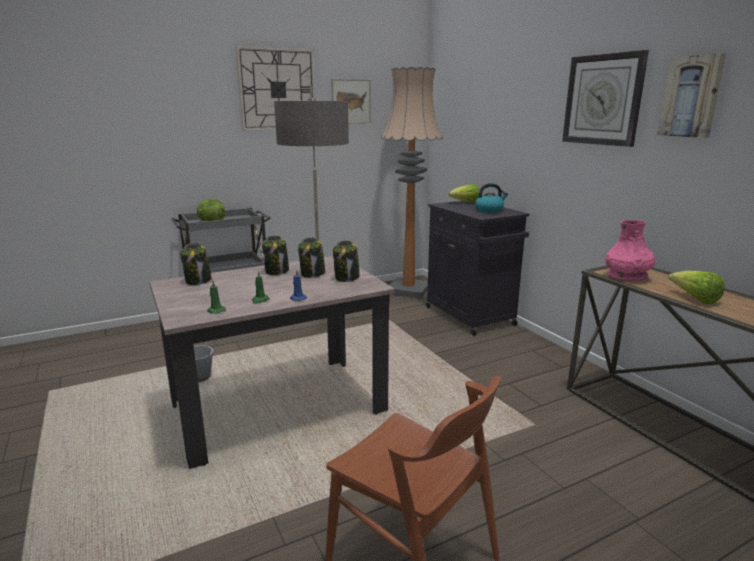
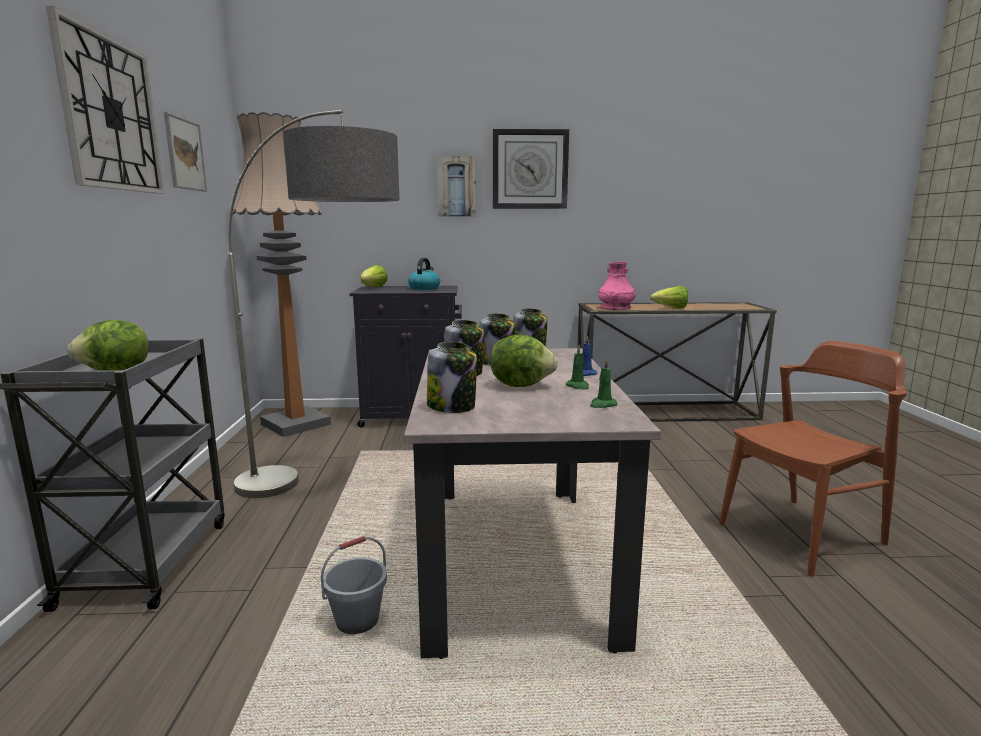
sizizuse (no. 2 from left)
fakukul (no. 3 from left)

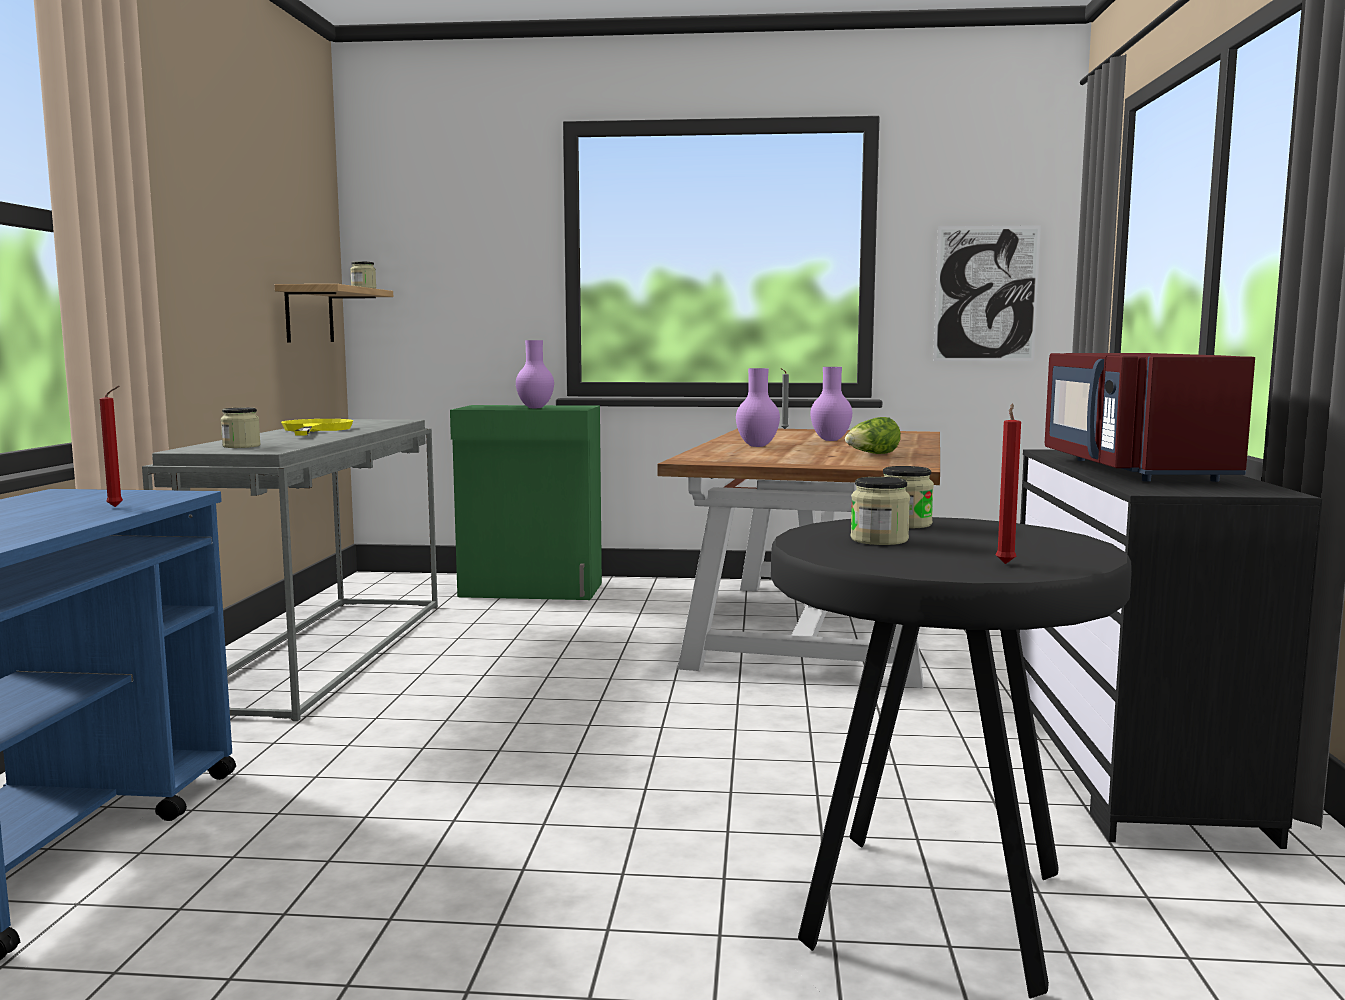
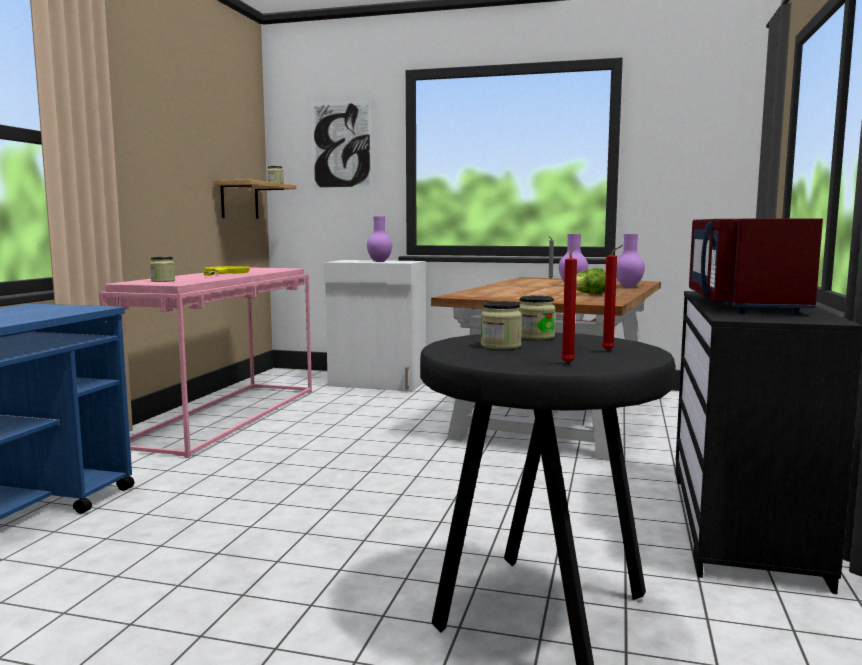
sizizuse
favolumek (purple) (no. 3 from left)
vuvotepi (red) (no. 2 from left)
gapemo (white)
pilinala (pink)

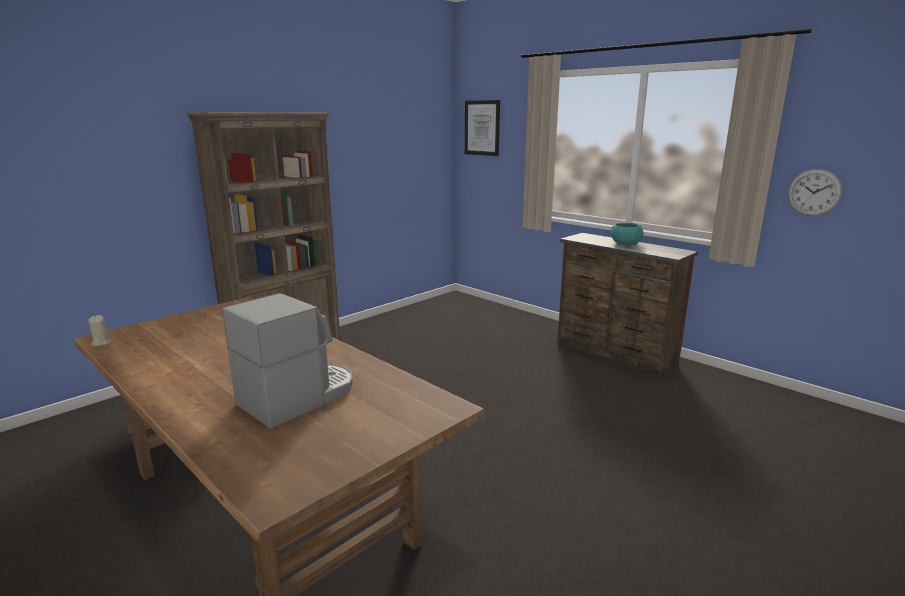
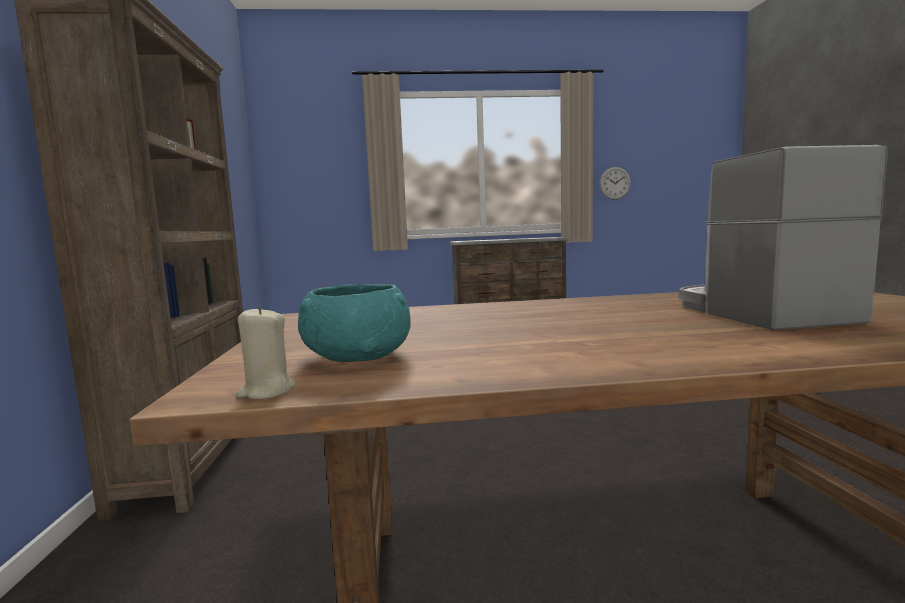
sizizuse
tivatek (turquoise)

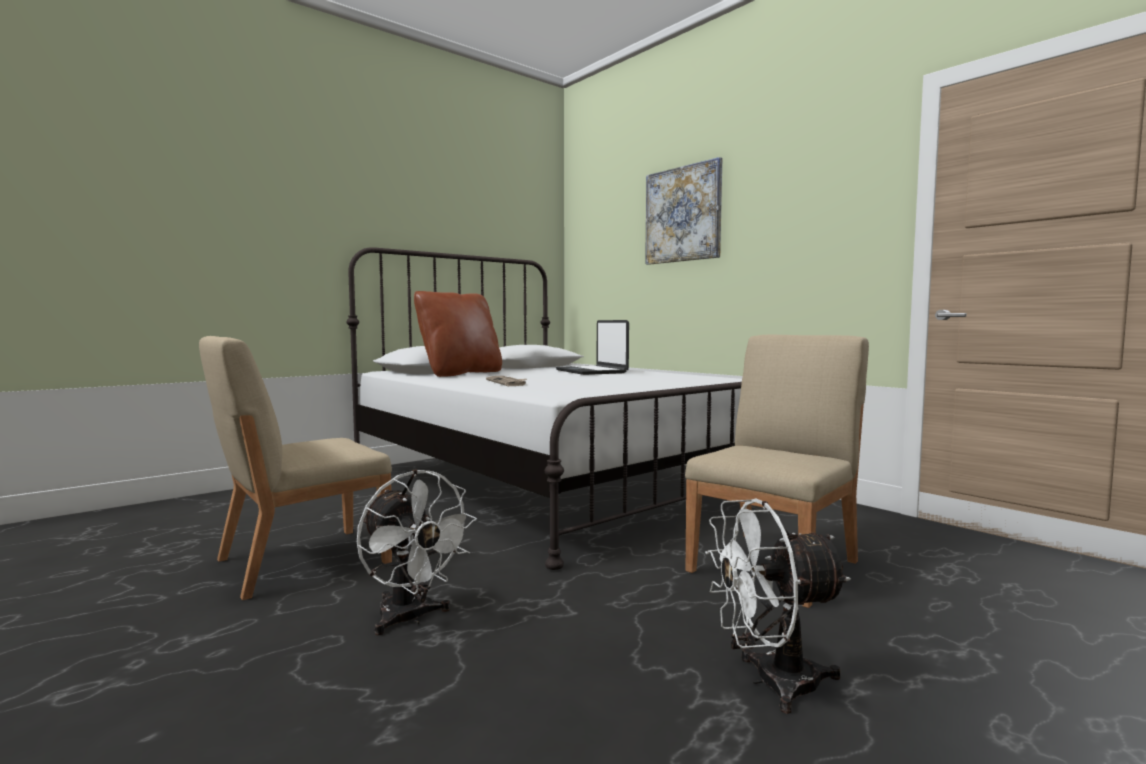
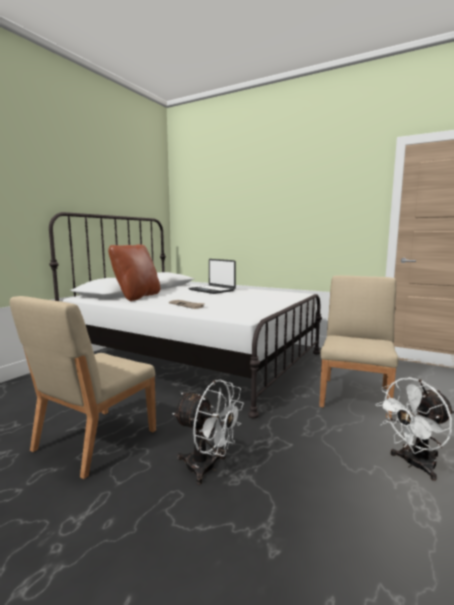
sizizuse

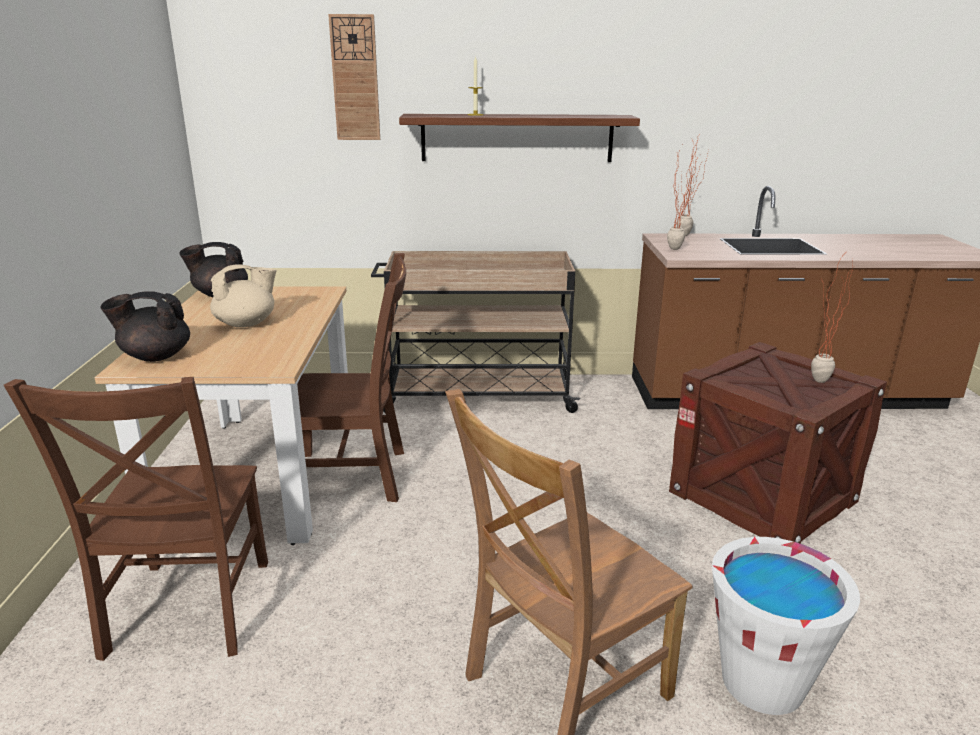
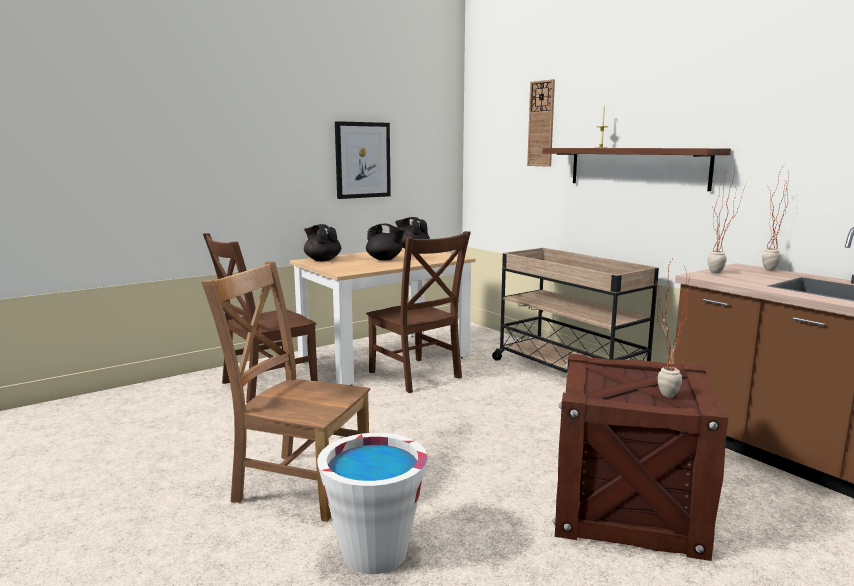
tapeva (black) (no. 2 from left)
sizizuse

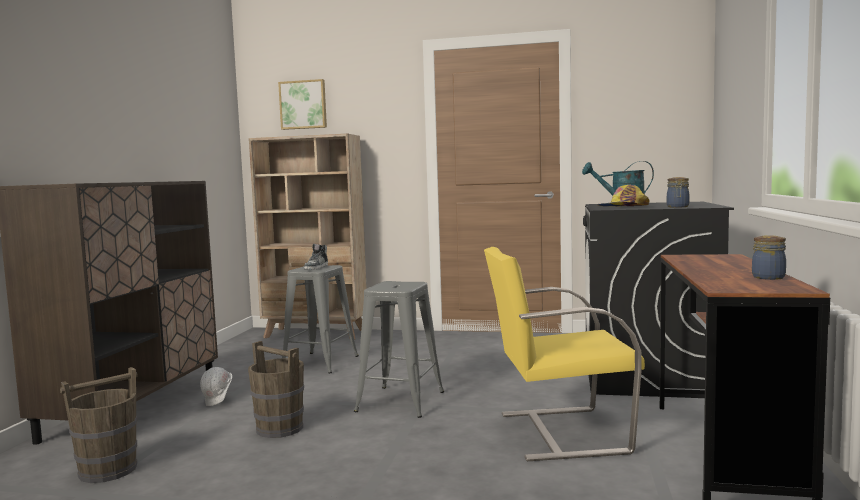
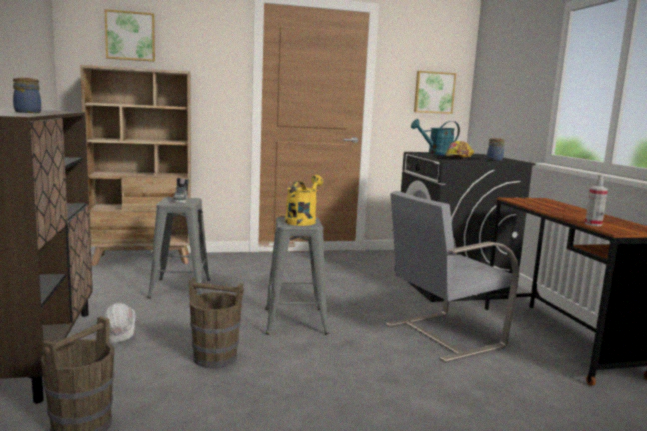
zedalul (no. 1 from left)
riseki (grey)
sizizuse (no. 2 from left)
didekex
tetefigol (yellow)

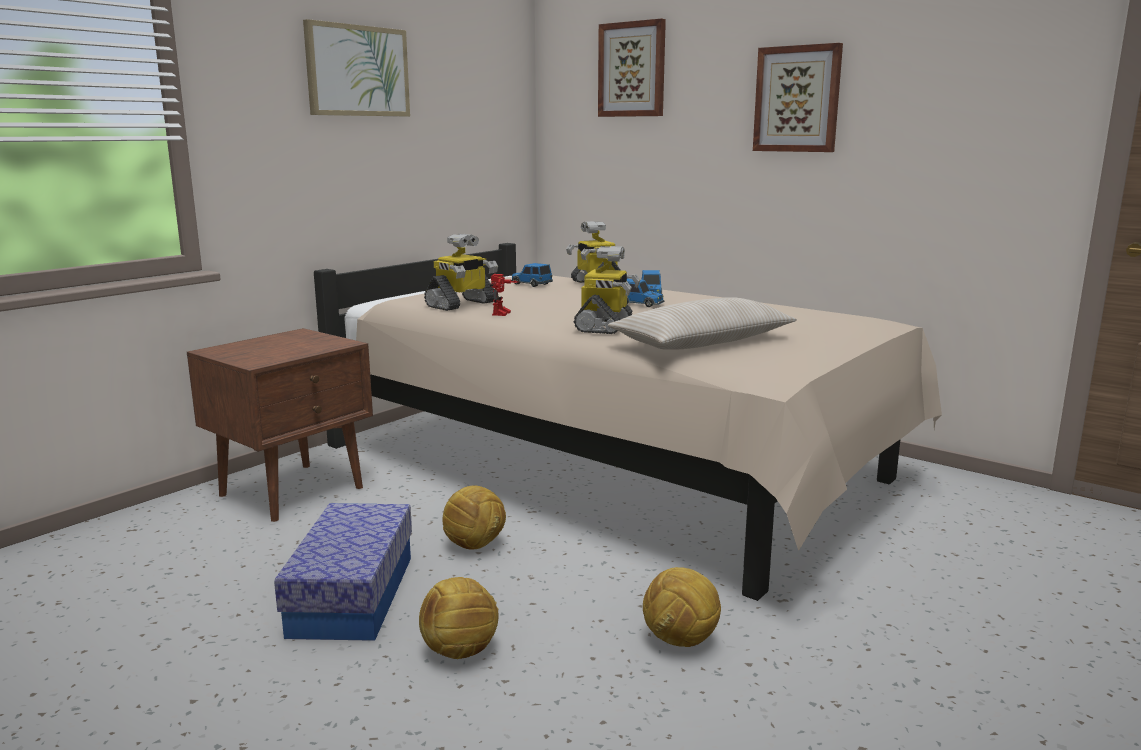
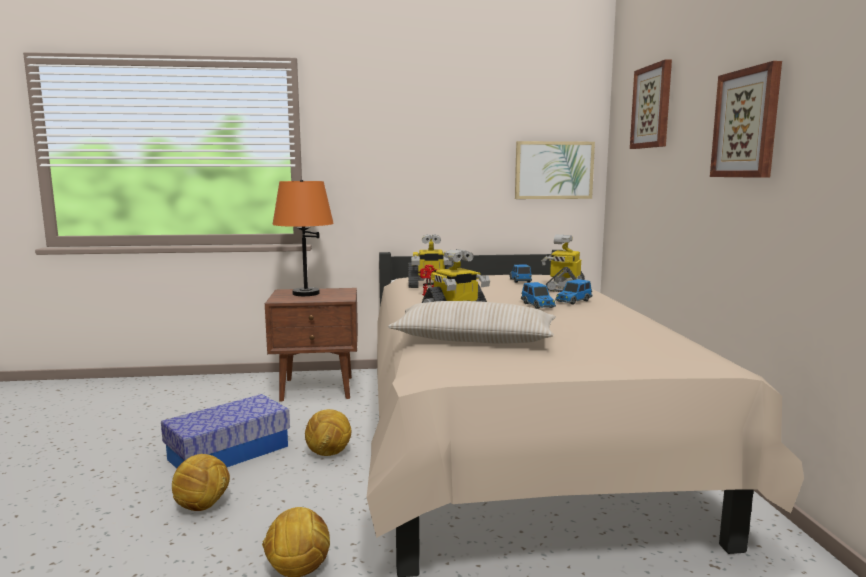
sizizuse (no. 1 from left)
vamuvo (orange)

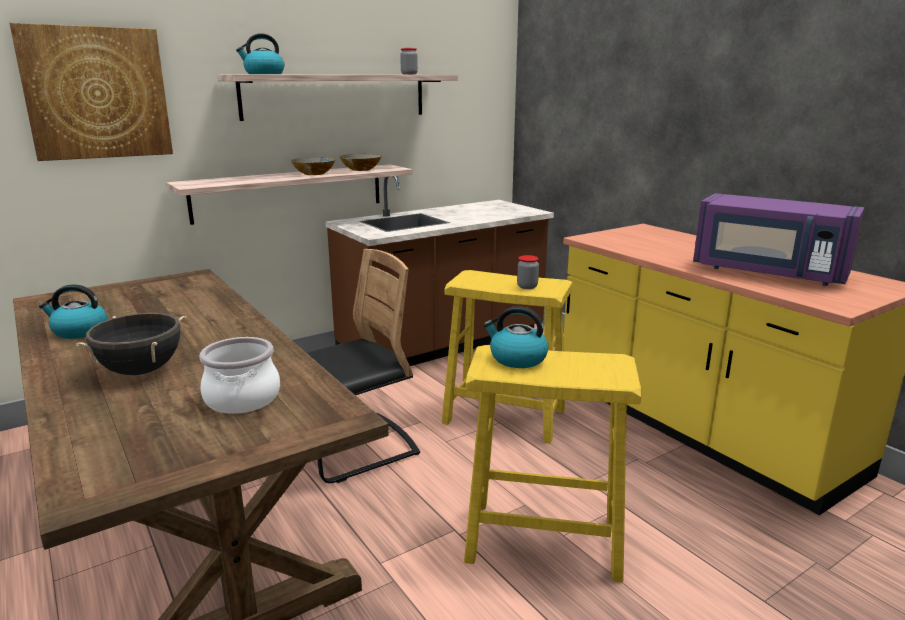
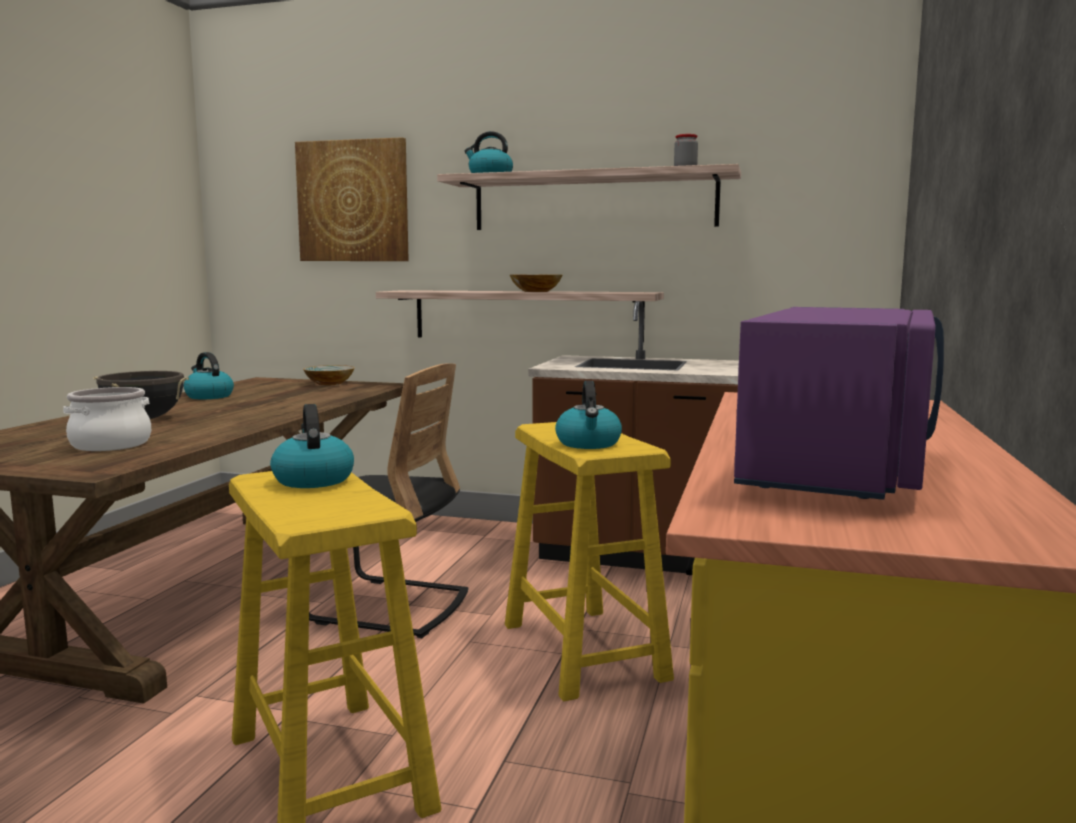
tivatek (no. 1 from left)
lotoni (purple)
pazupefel (no. 4 from left)

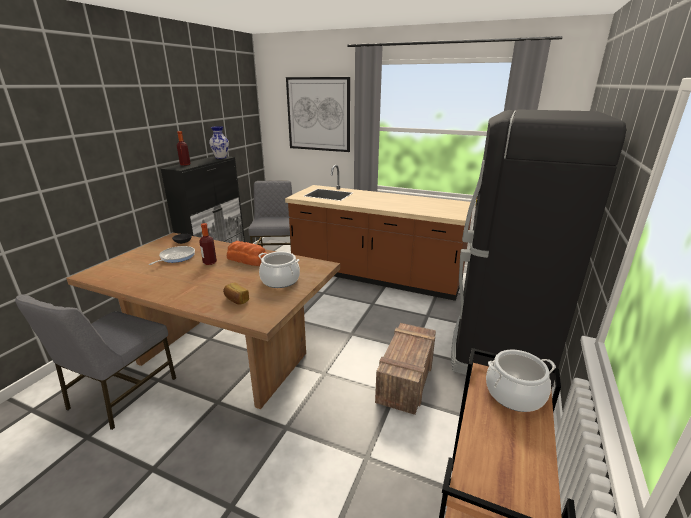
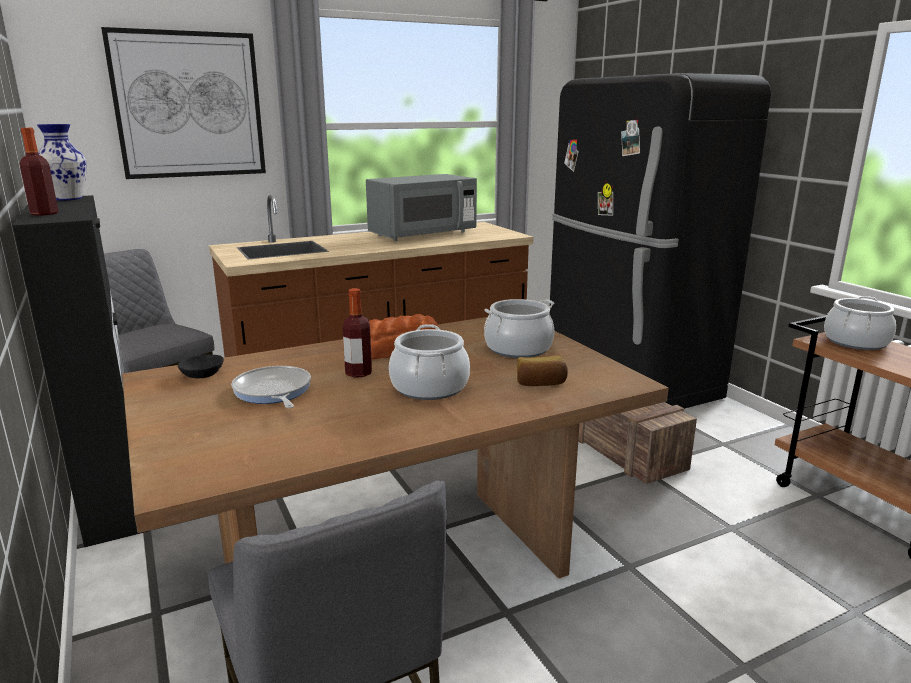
lotoni (grey)
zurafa (no. 1 from left)

